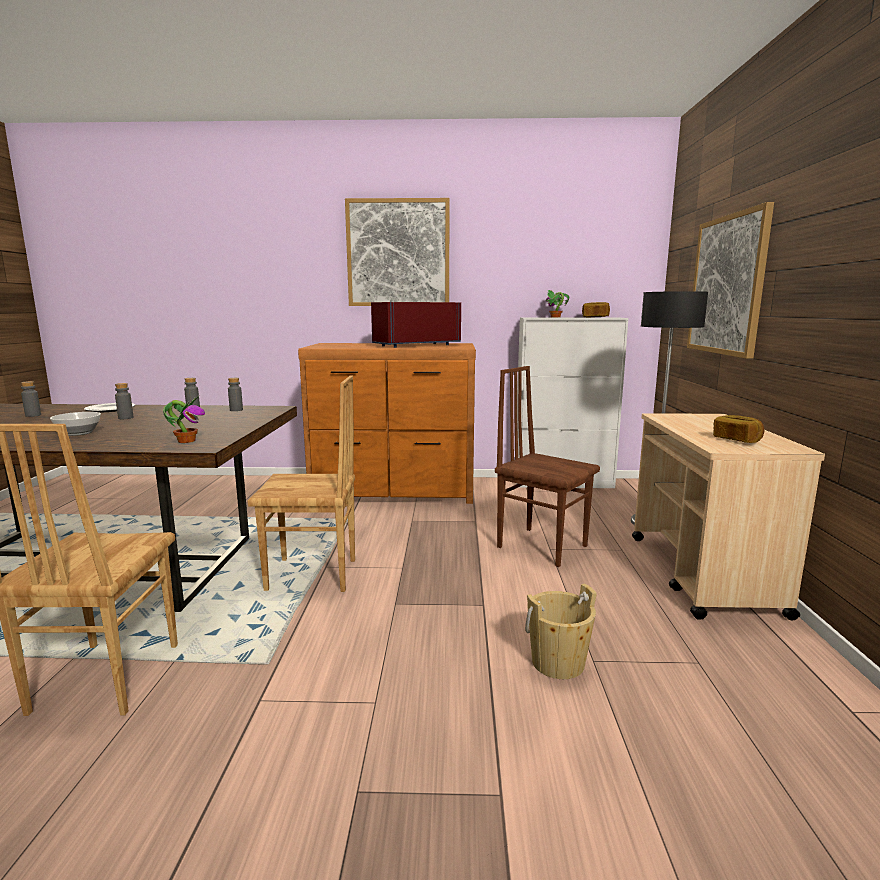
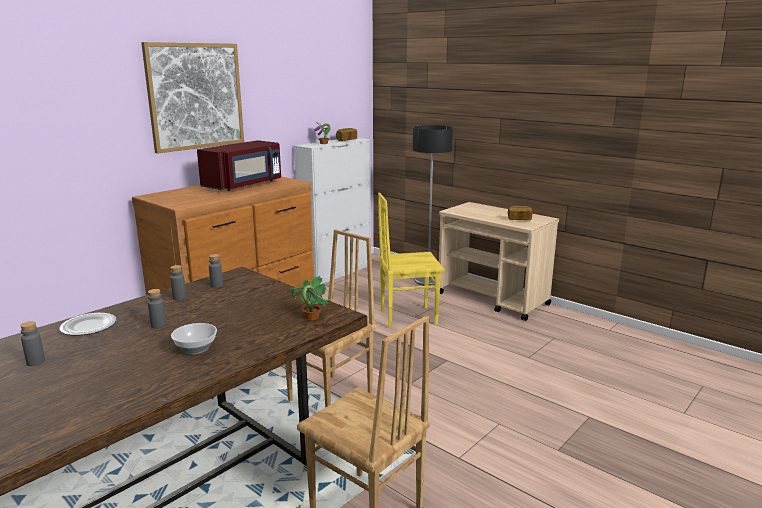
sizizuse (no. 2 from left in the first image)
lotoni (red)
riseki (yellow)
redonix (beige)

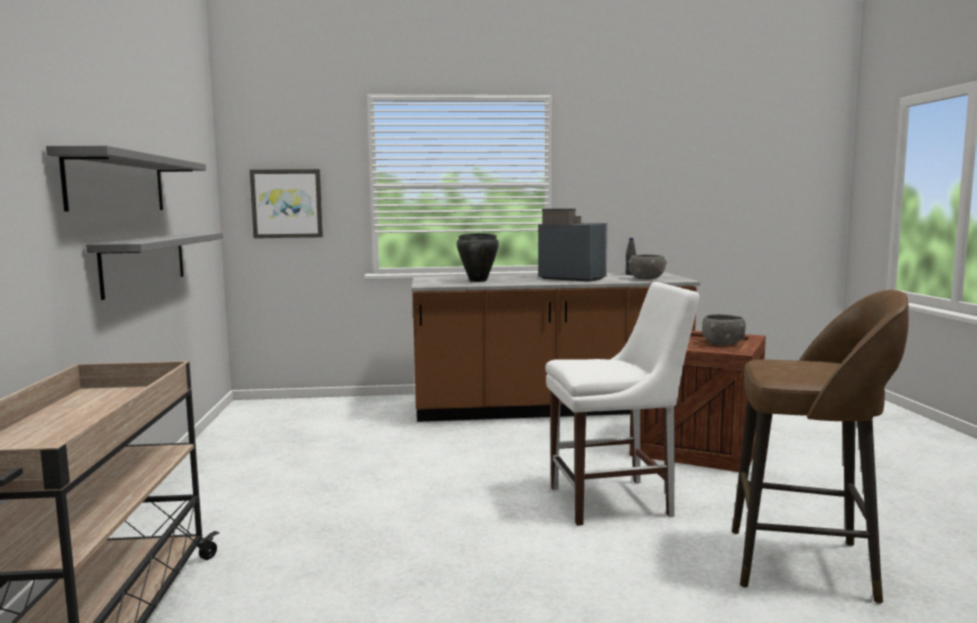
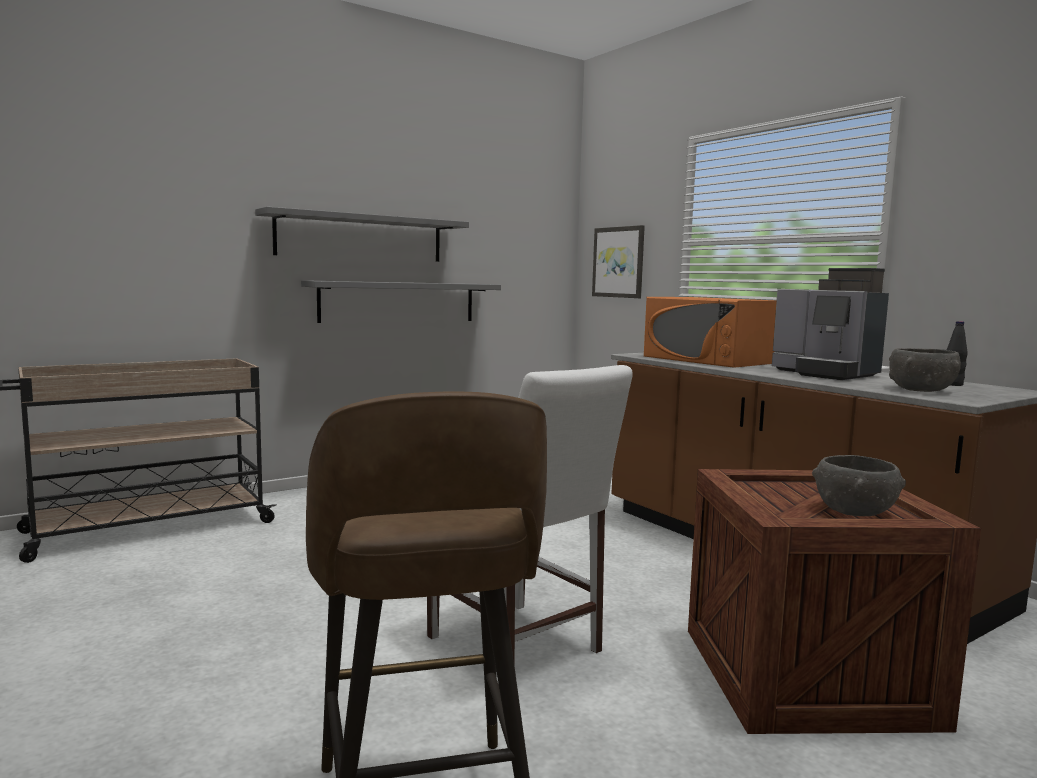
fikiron
lotoni (orange)

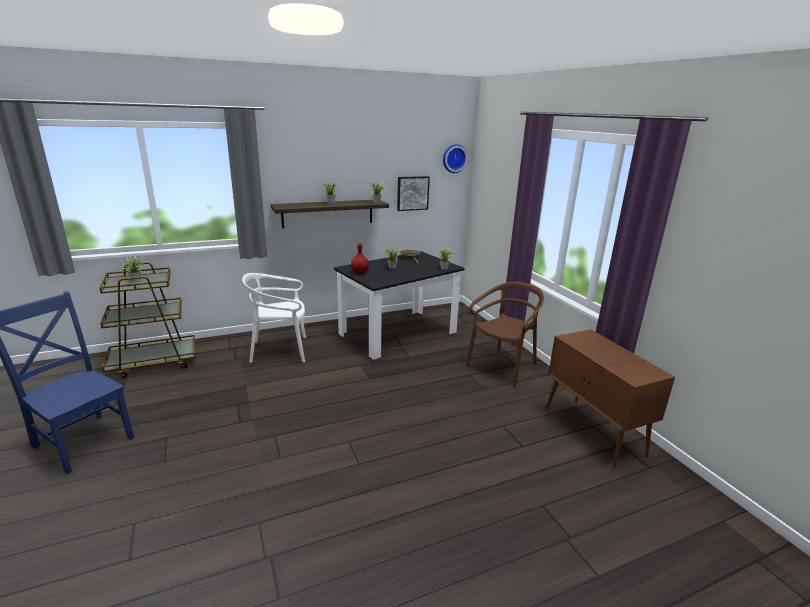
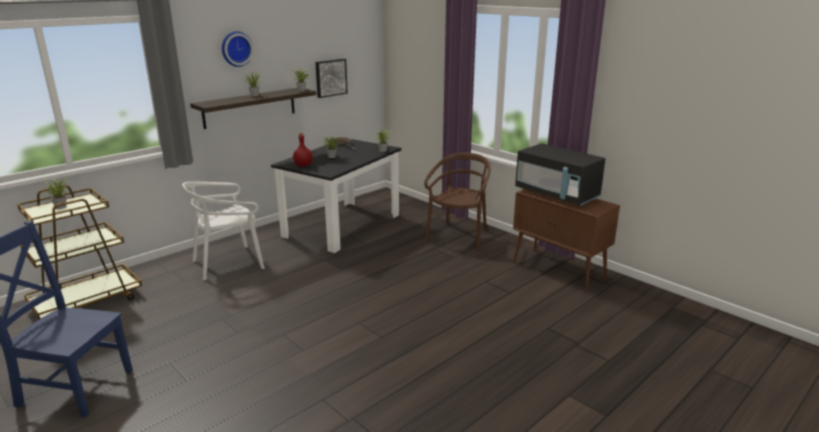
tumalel
lotoni (black)

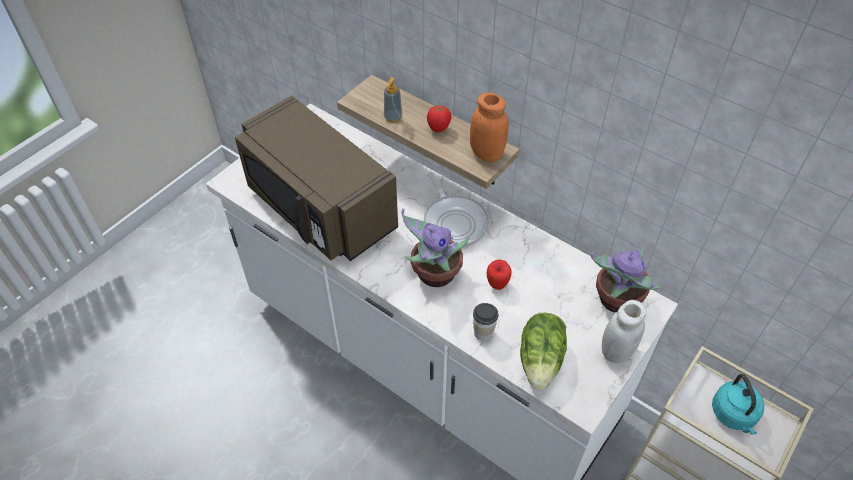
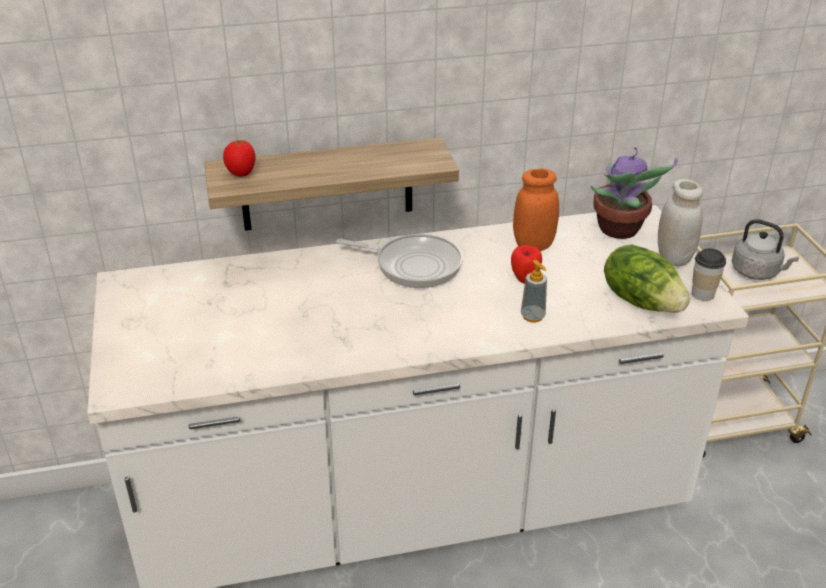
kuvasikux
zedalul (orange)
lotoni (brown)
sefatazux
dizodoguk (no. 1 from left in the first image)
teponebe
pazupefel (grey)

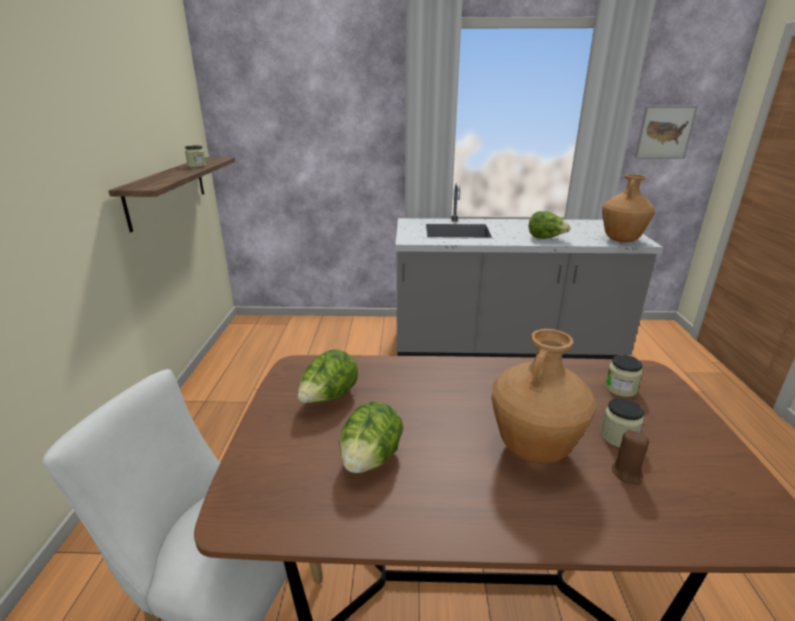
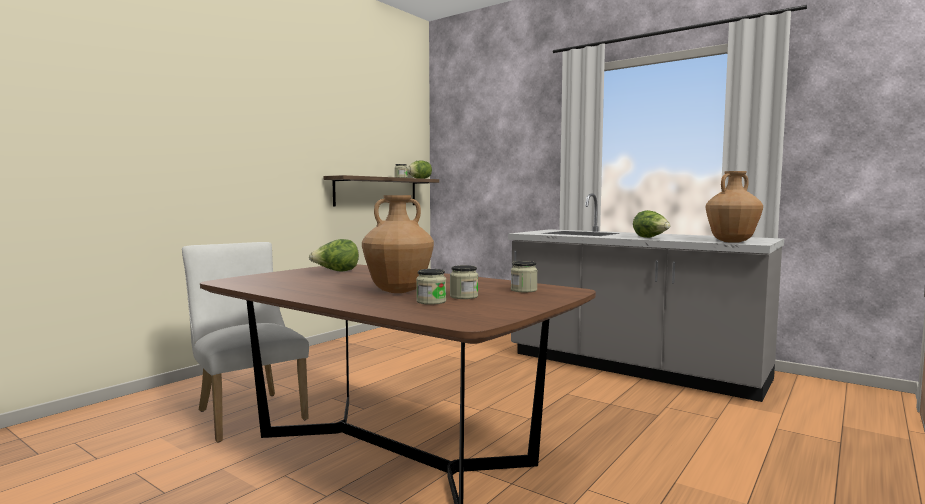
sizizuse
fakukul (no. 2 from left)
zedalul (no. 2 from left)

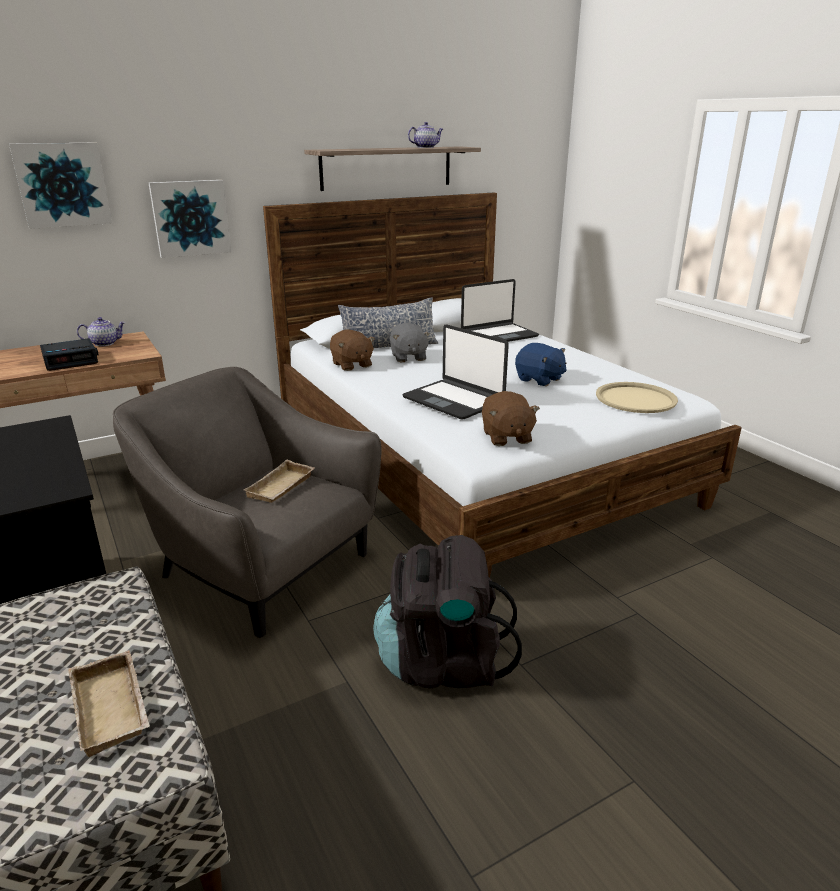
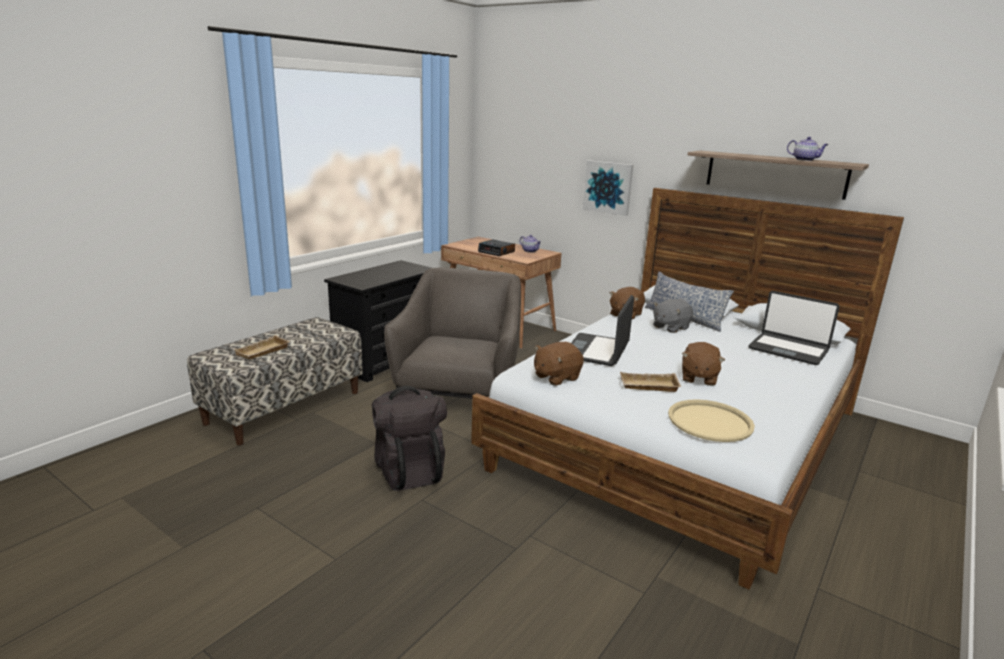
sizizuse (no. 1 from left in the first image)
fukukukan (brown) (no. 3 from left)
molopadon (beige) (no. 2 from left)

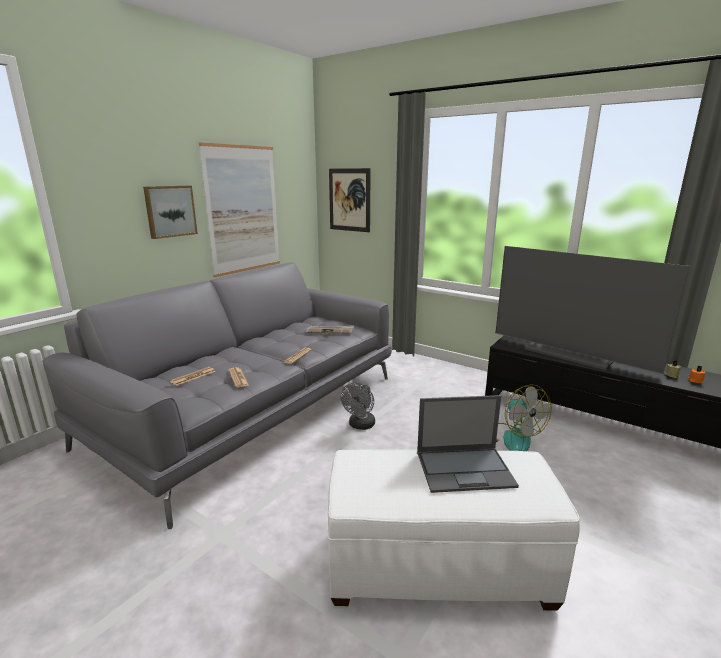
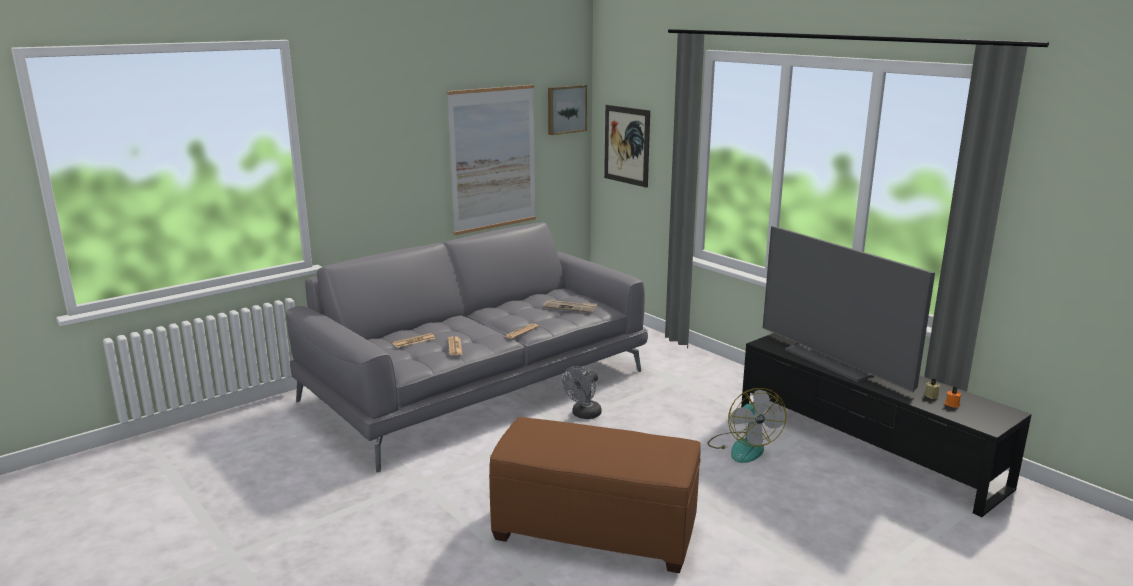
sizizuse (no. 2 from left)
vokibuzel
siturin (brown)

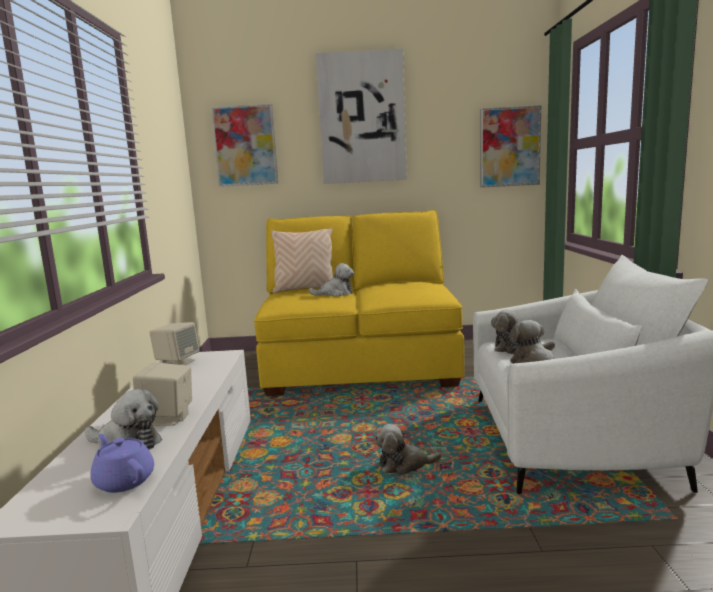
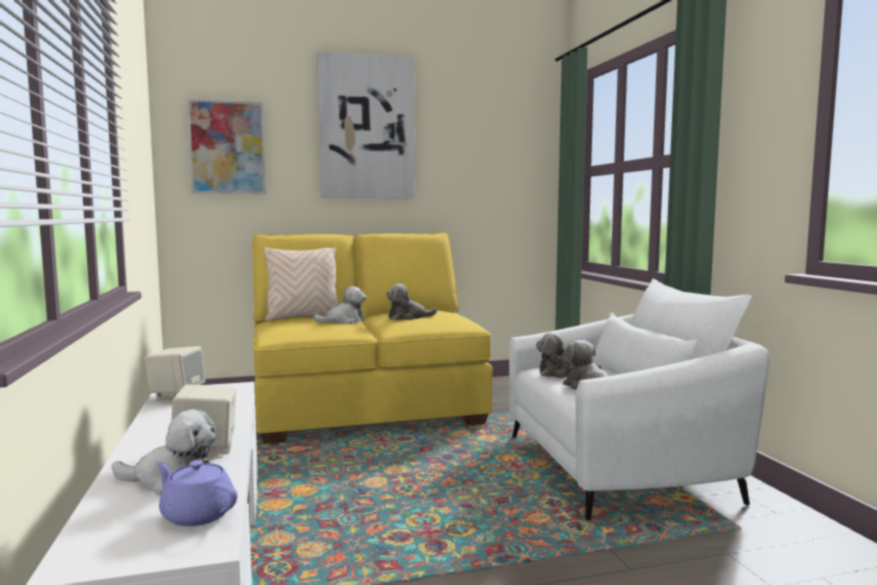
sizizuse (no. 3 from left in the first image)
fukukukan (no. 3 from left)

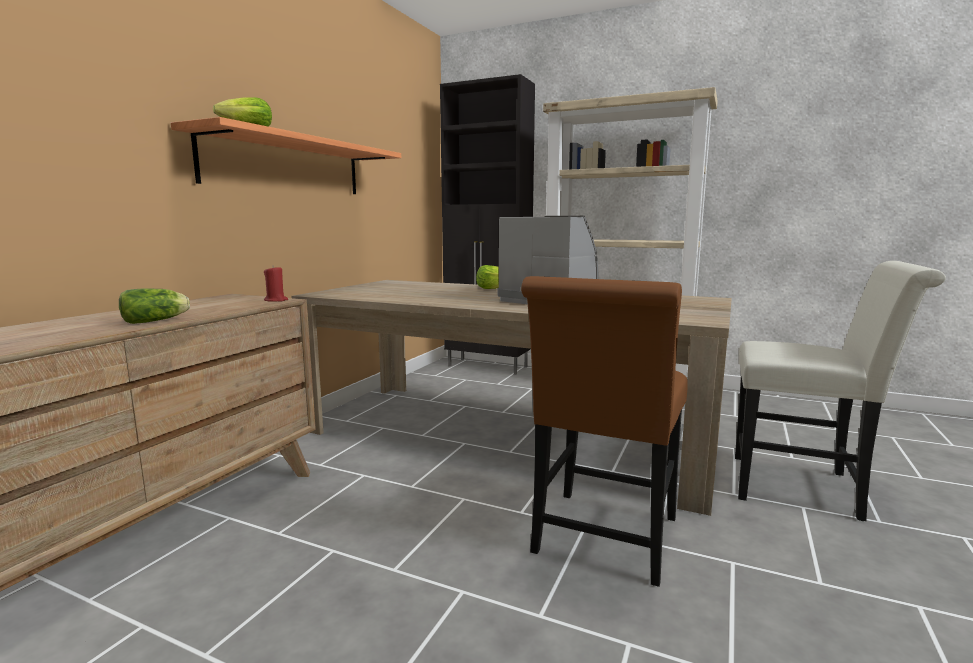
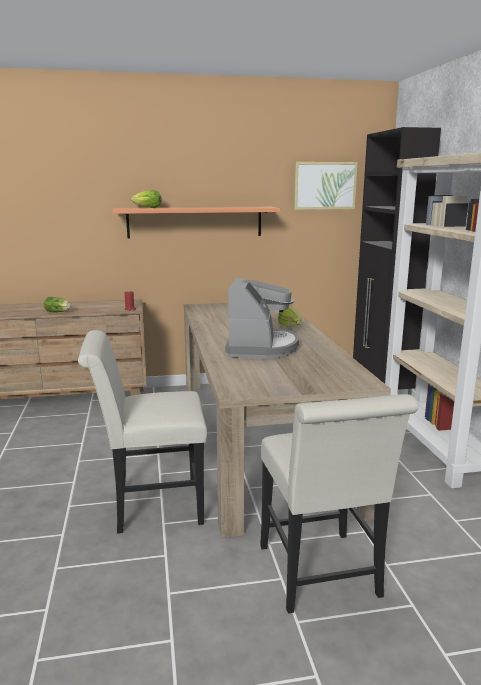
riseki (white) (no. 1 from left)
sizizuse

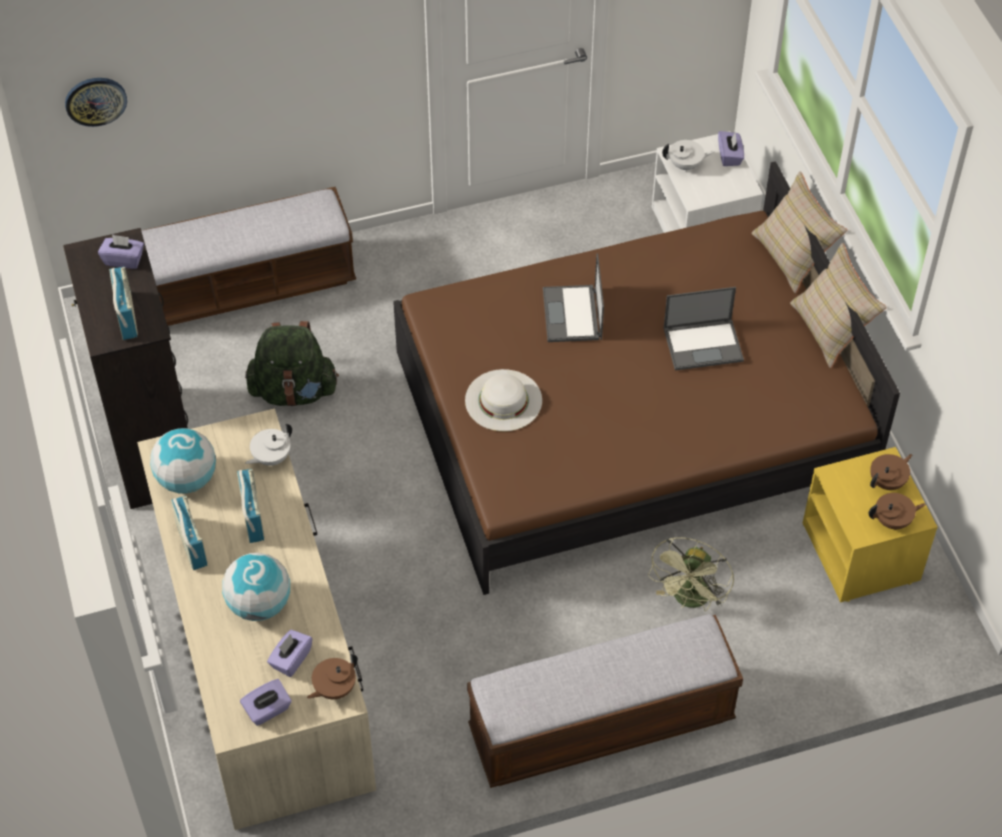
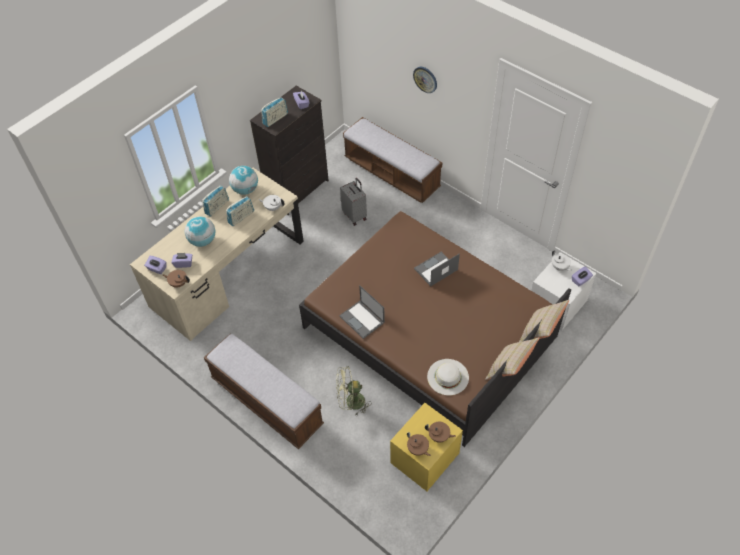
tumalel
vokibuzel (no. 1 from left)
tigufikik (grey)
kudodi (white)

